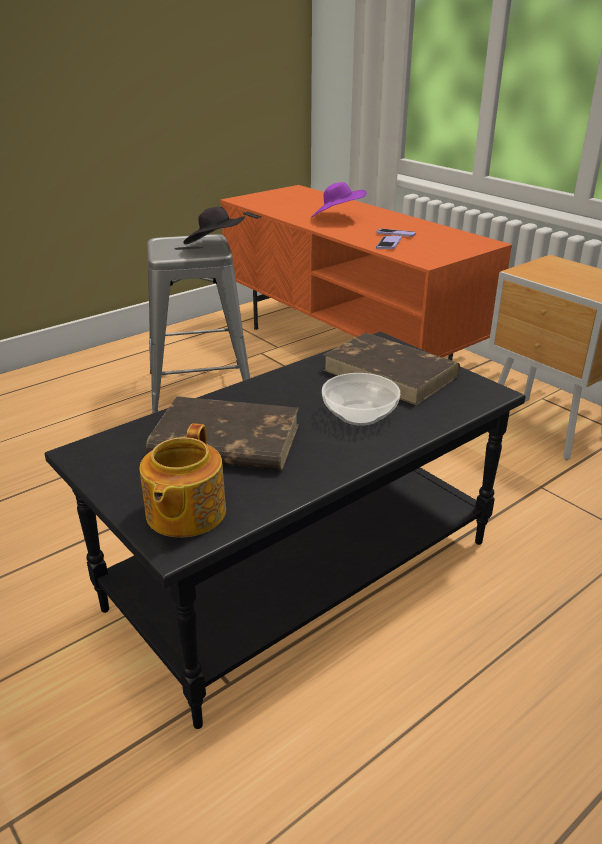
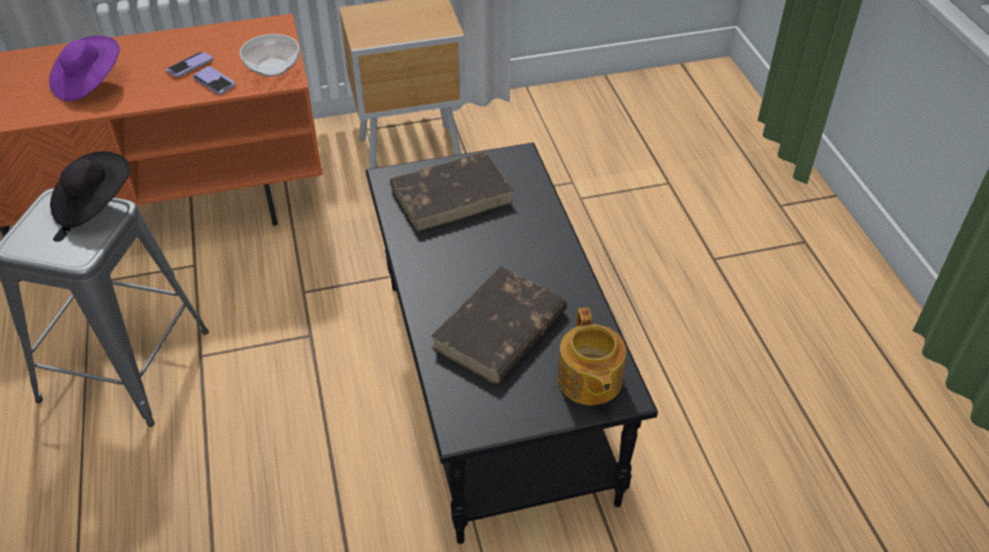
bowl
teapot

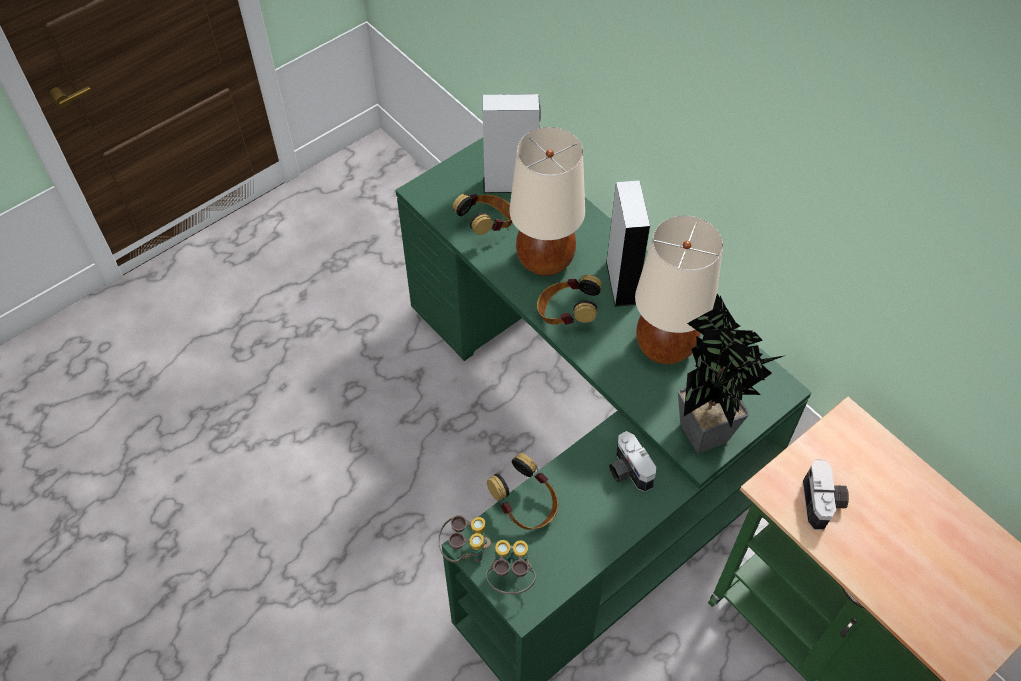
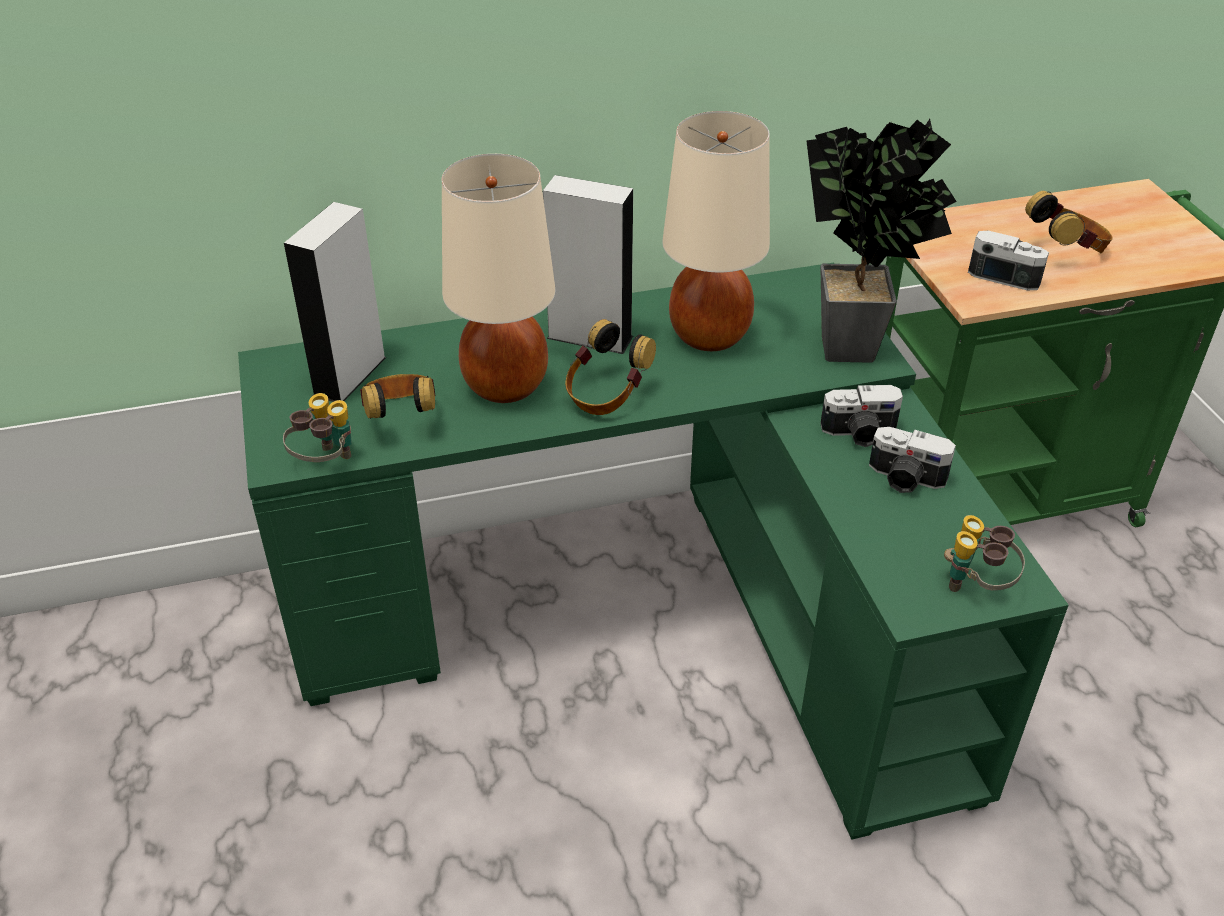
headphones (no. 3 from left)
binoculars (no. 1 from left)
photo camera (no. 2 from left)

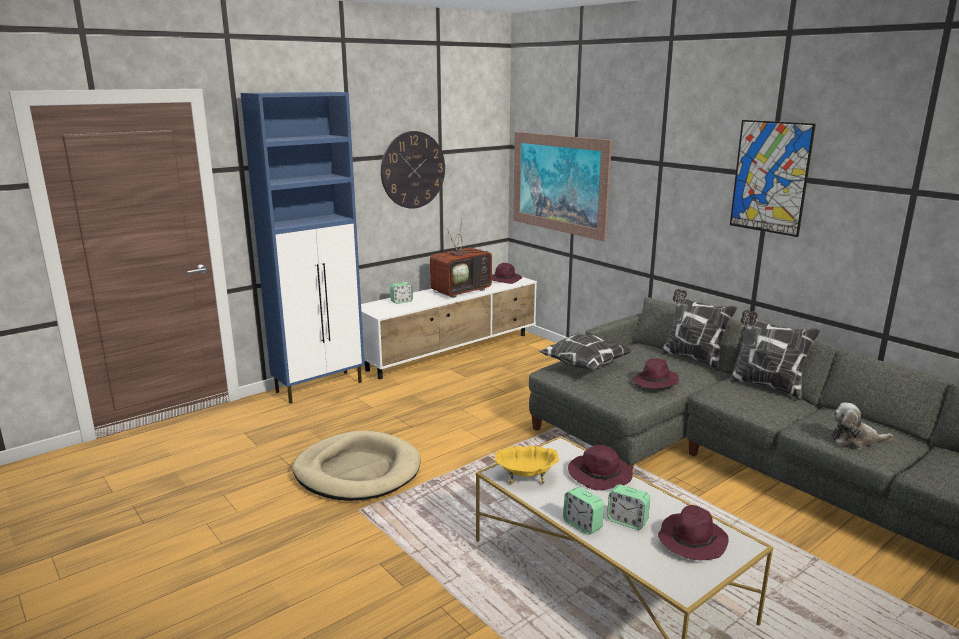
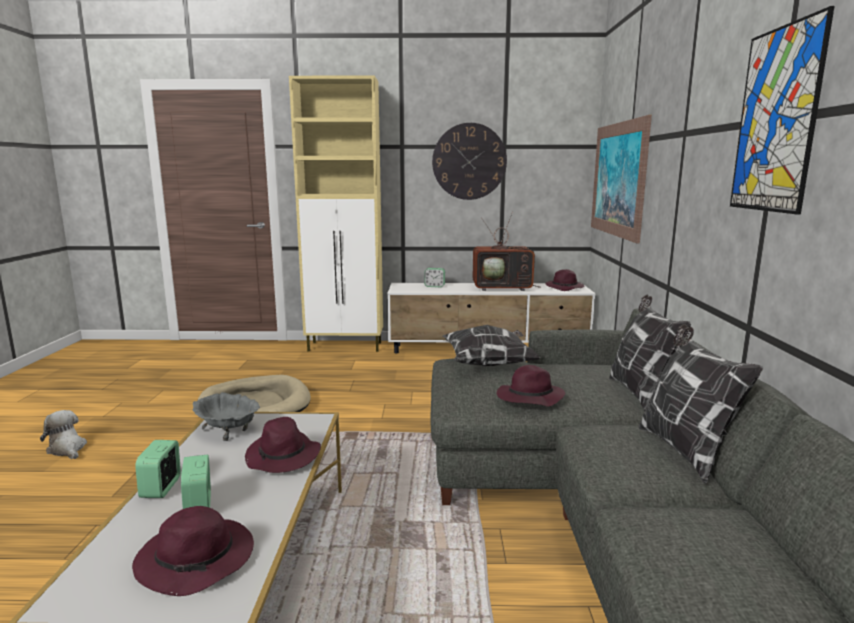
cabinet (beige)
plush toy
bowl (grey)

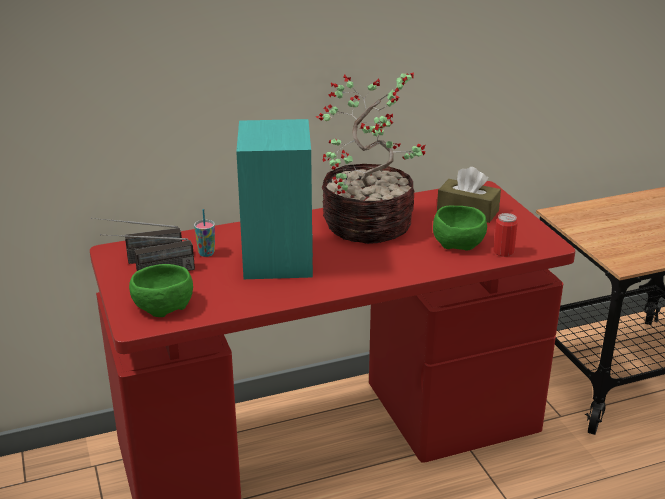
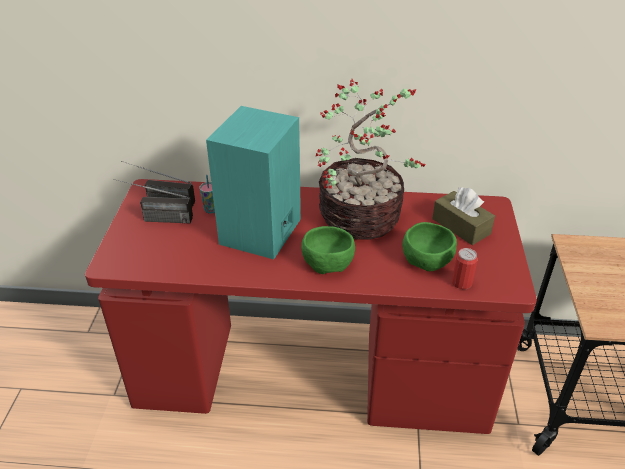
bowl (green) (no. 1 from left)

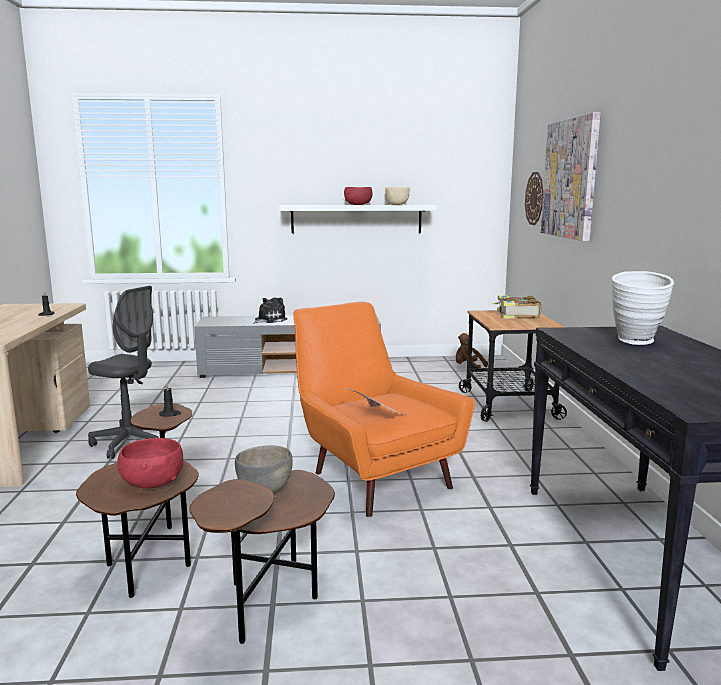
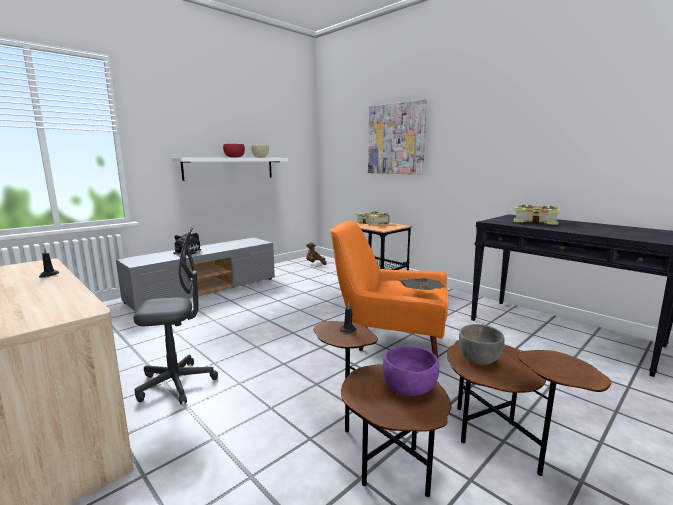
wall clock
book (no. 2 from left)
bowl (purple)

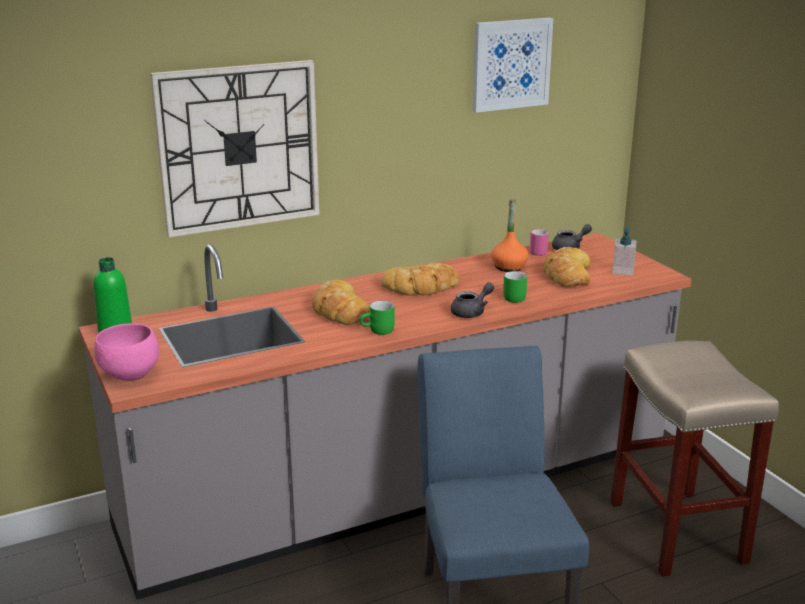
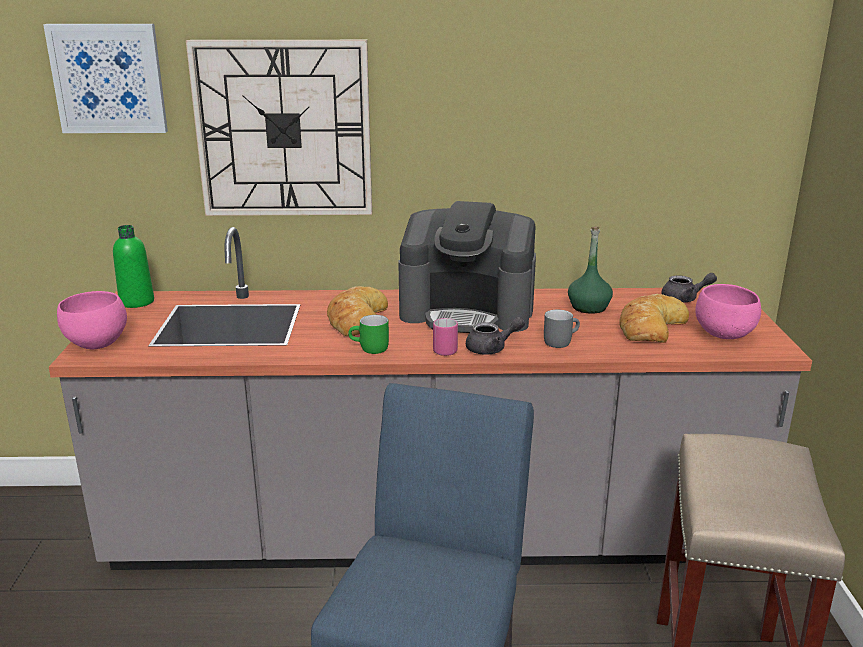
picture
bottle (green) (no. 2 from left)
bowl (pink) (no. 2 from left)
mug (pink)
coffee machine
mug (grey)

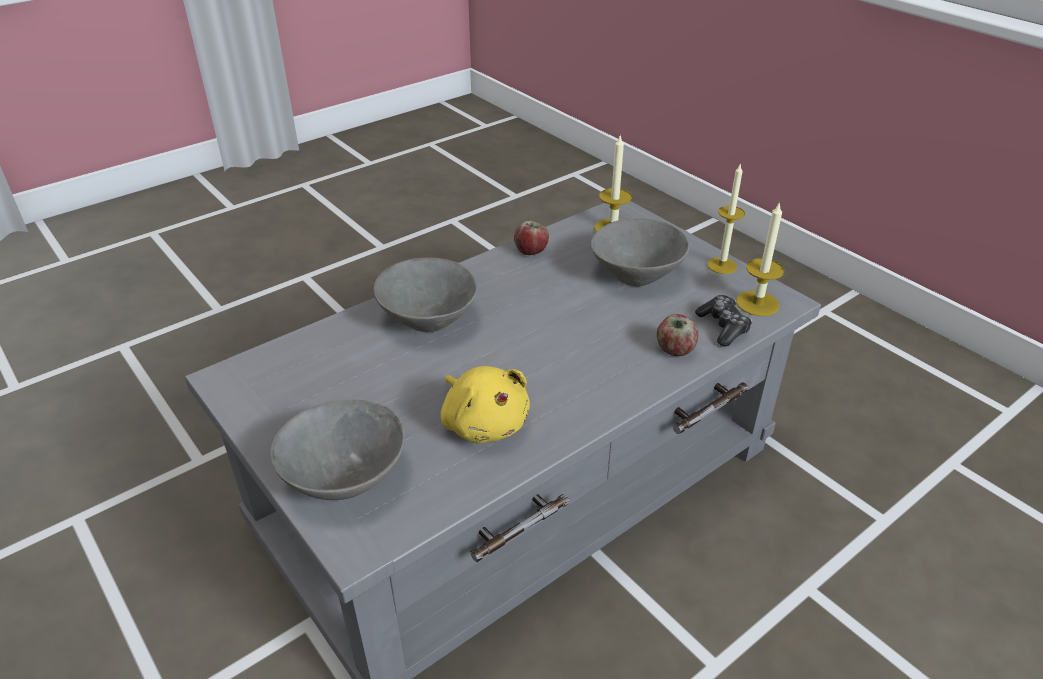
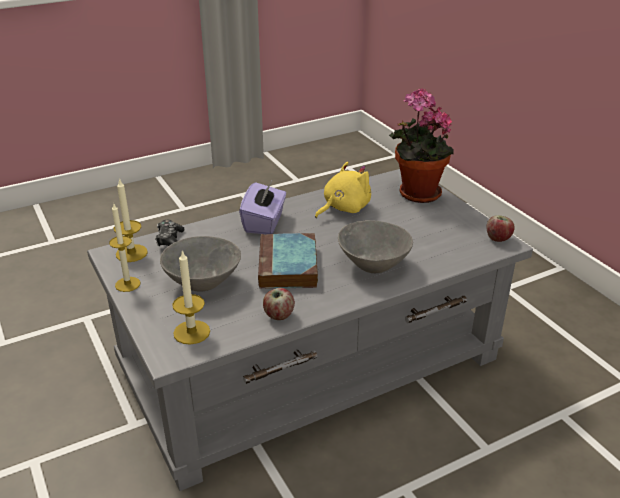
apple (no. 2 from left)
plush toy (yellow)
potted plant
tissue box (purple)
book

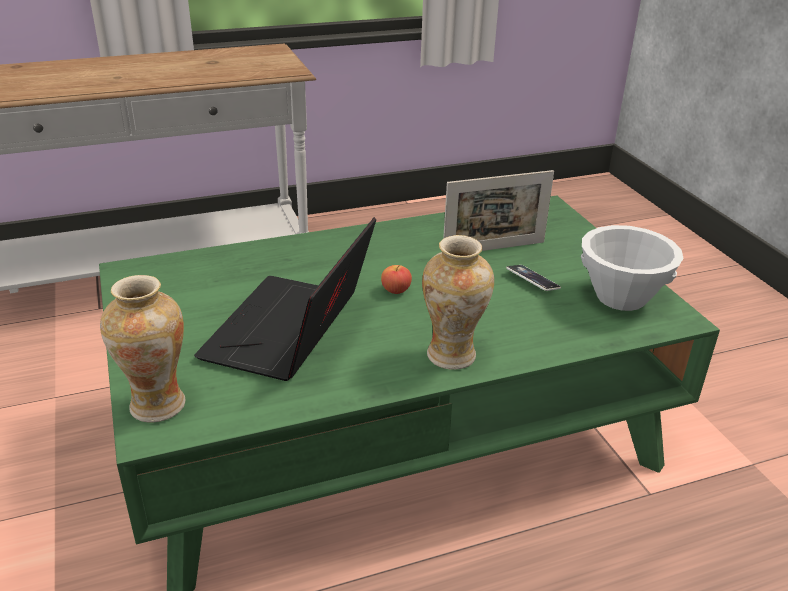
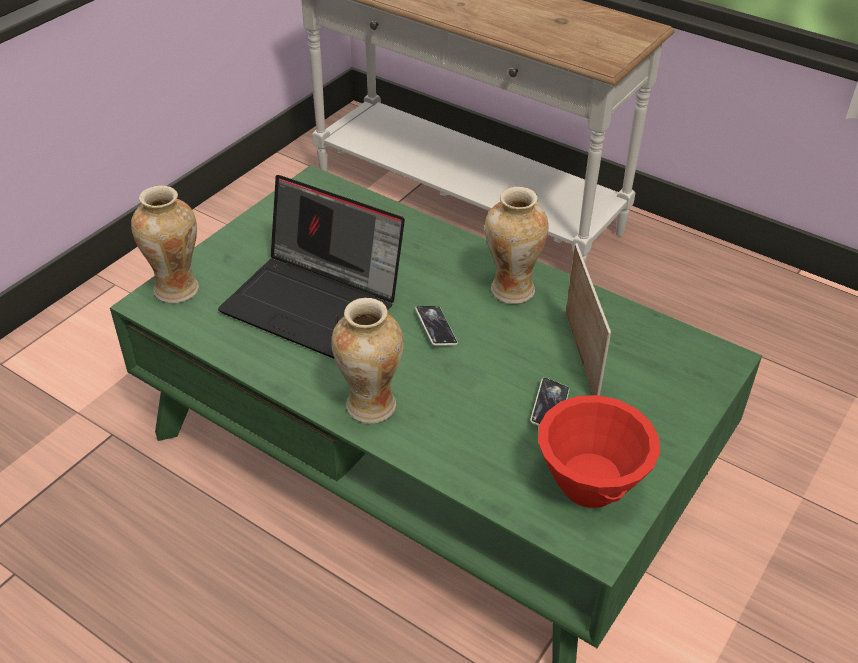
picture frame
laptop
bowl (red)
phone (no. 1 from left)
vase (no. 3 from left)

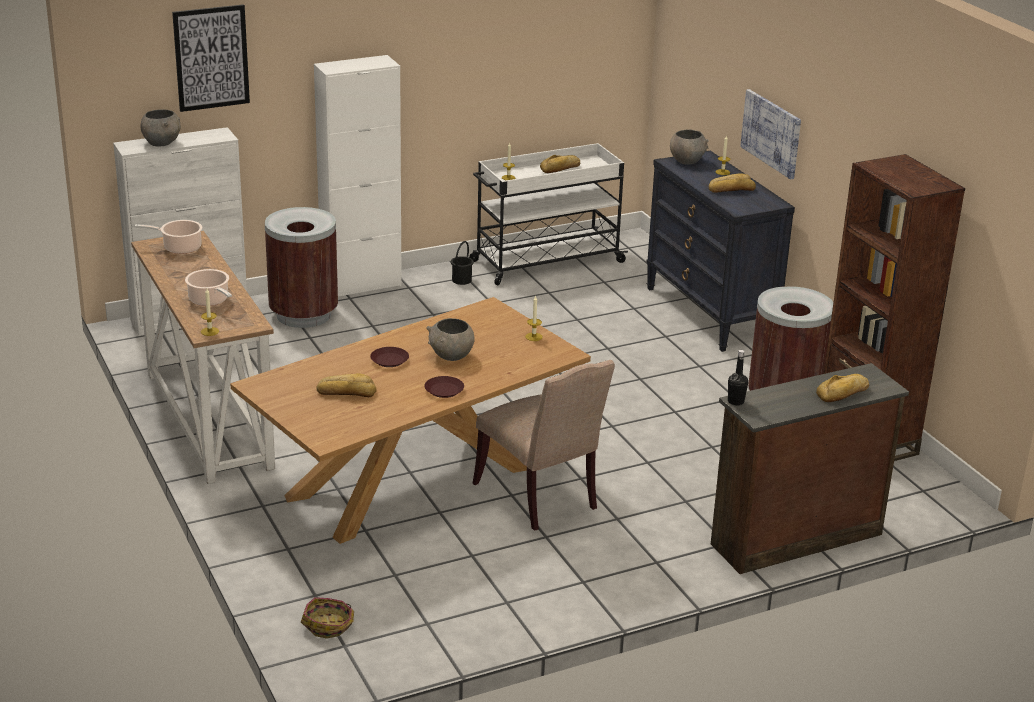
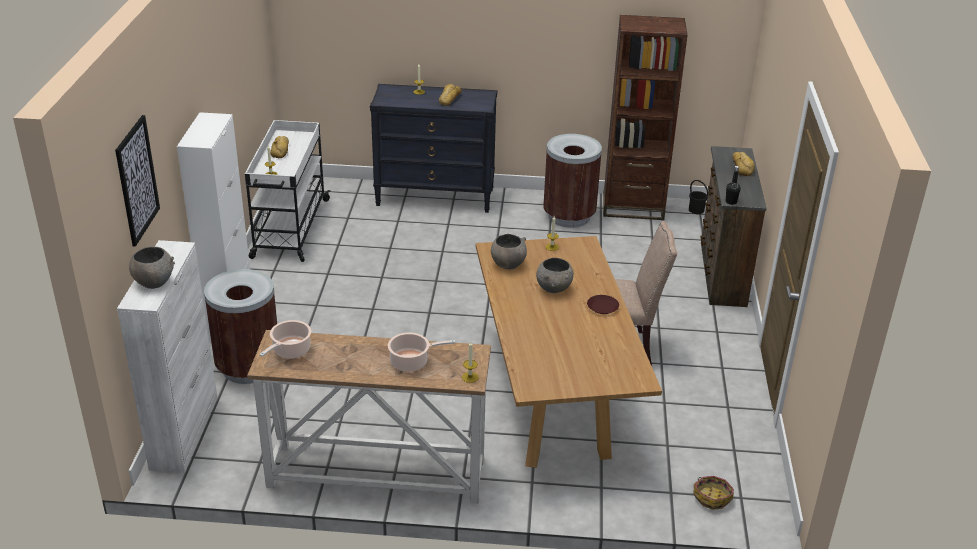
picture (no. 2 from left in the first image)
bowl (grey) (no. 2 from left)
bucket (black)
plate (brown) (no. 1 from left in the first image)
bread (no. 1 from left in the first image)

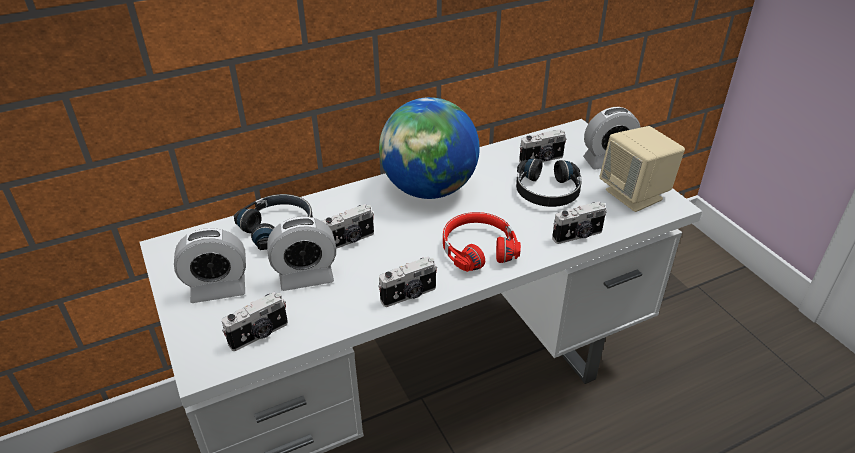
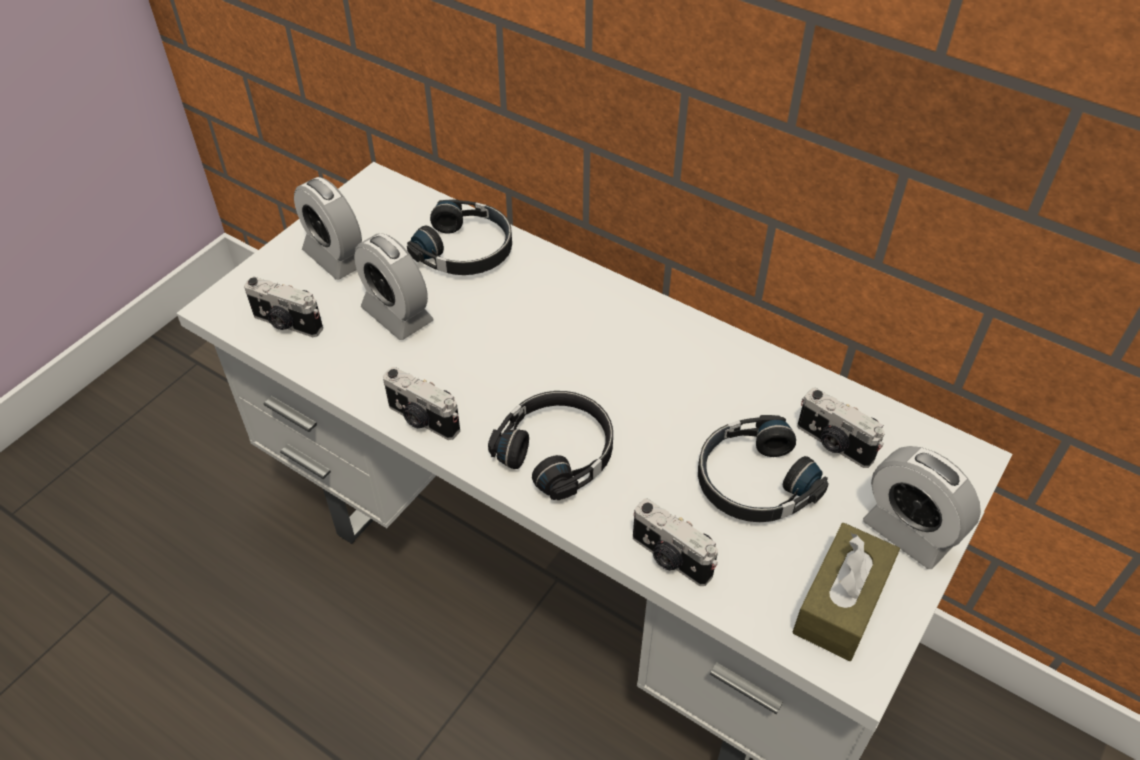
globe
tissue box (brown)
photo camera (no. 2 from left in the first image)
headphones (black) (no. 2 from left)

